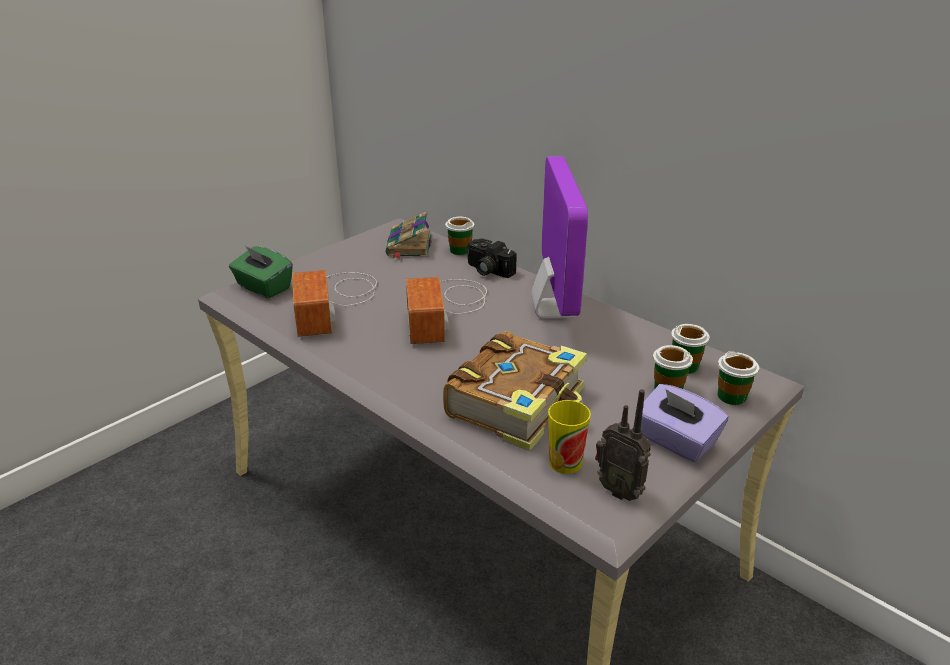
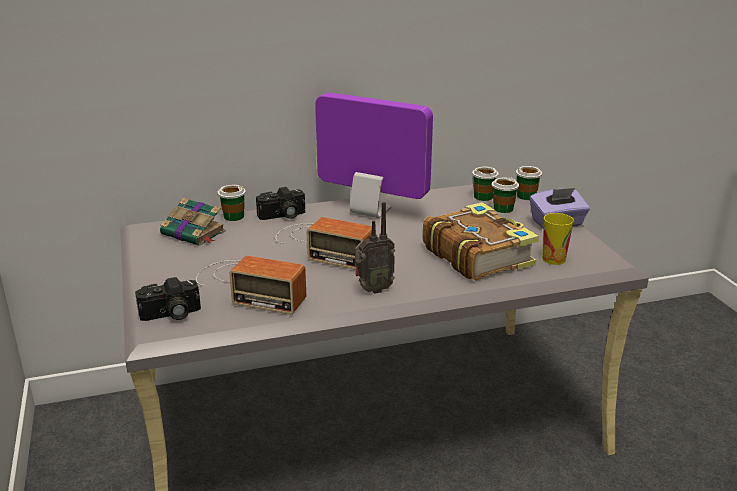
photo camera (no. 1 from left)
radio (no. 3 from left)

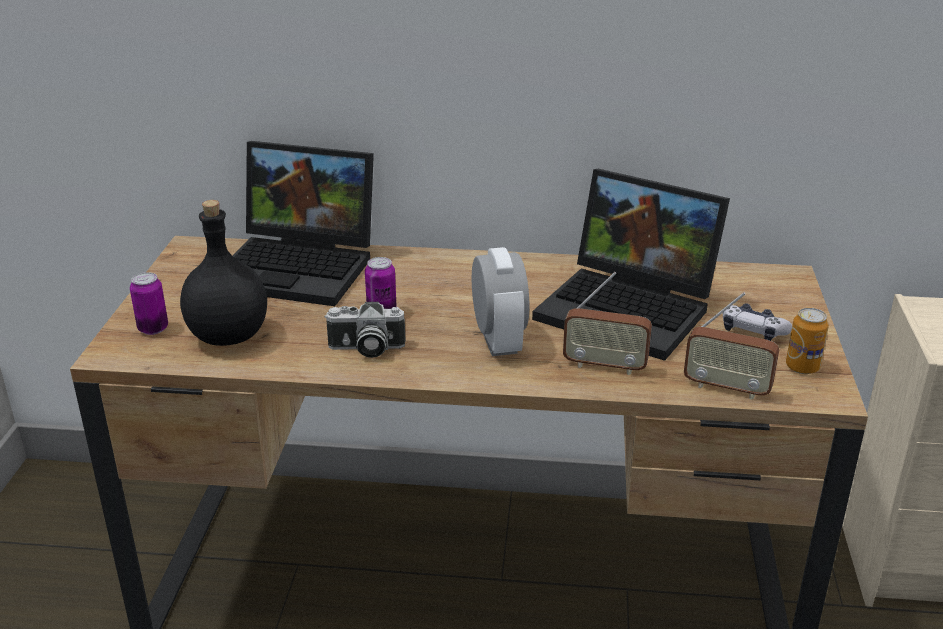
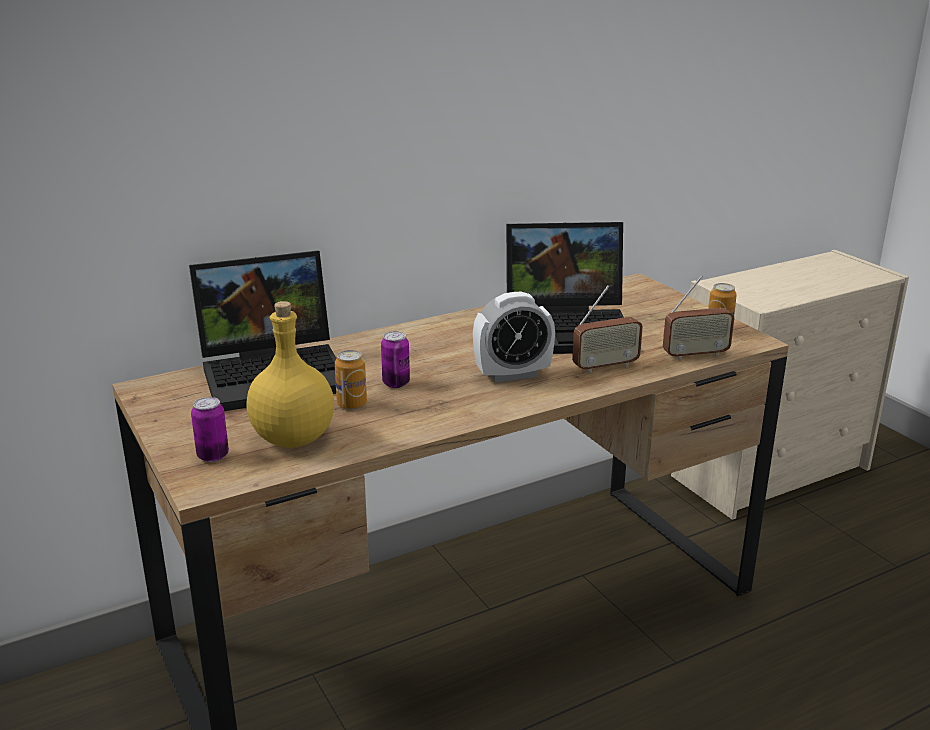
bottle (yellow)
alarm clock
photo camera
game controller
can (no. 2 from left)

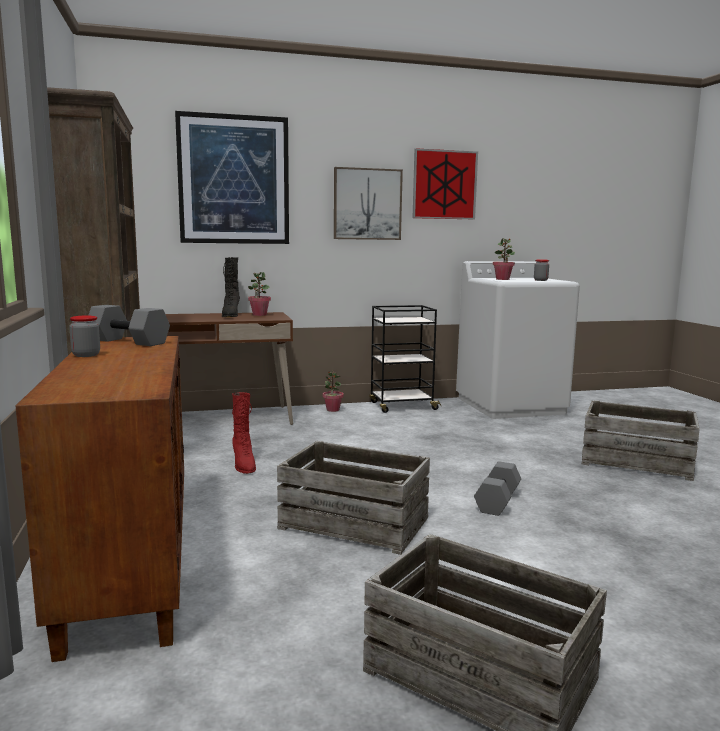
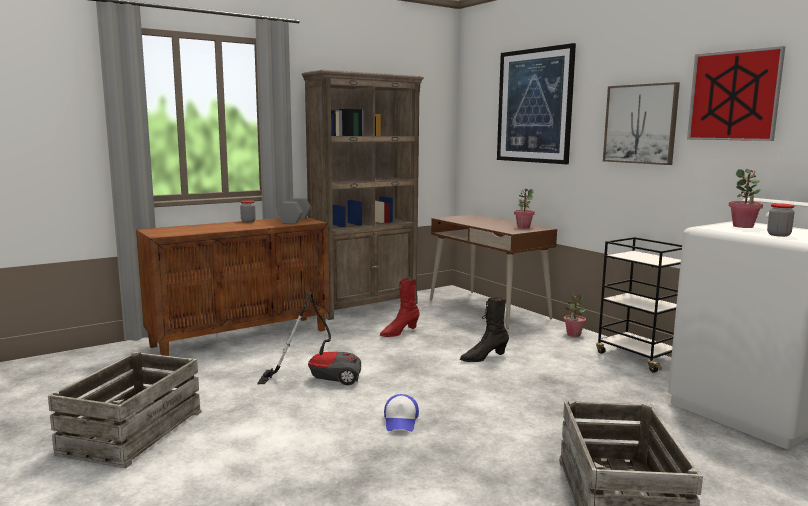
boot (black)
vacuum cleaner
cap

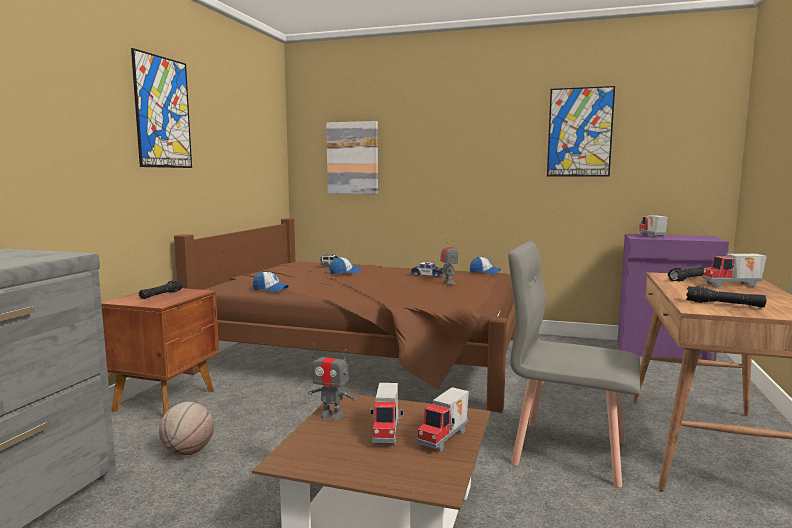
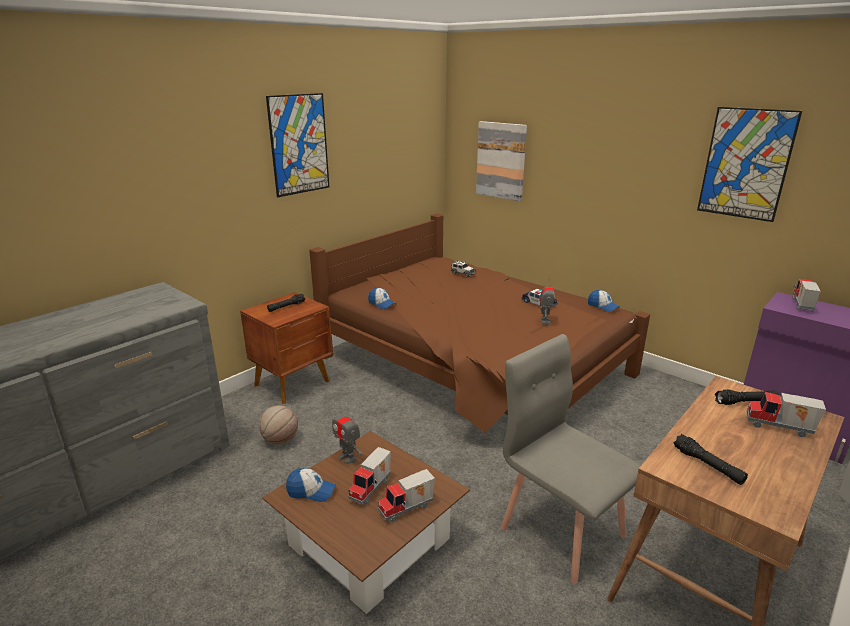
cap (no. 1 from left)

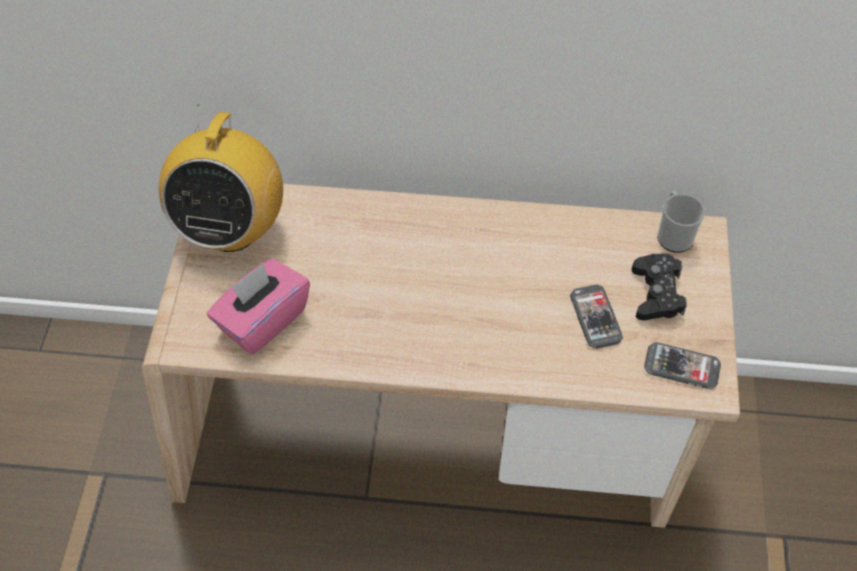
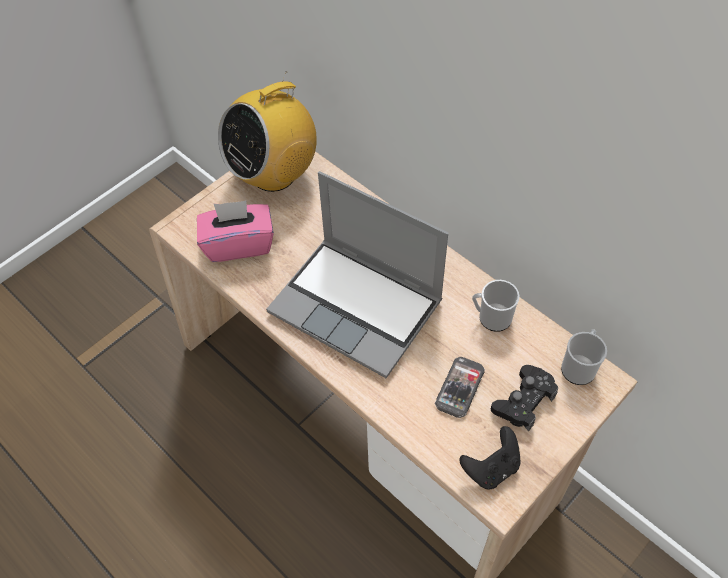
game controller (black) (no. 1 from left)
laptop
mug (no. 1 from left)

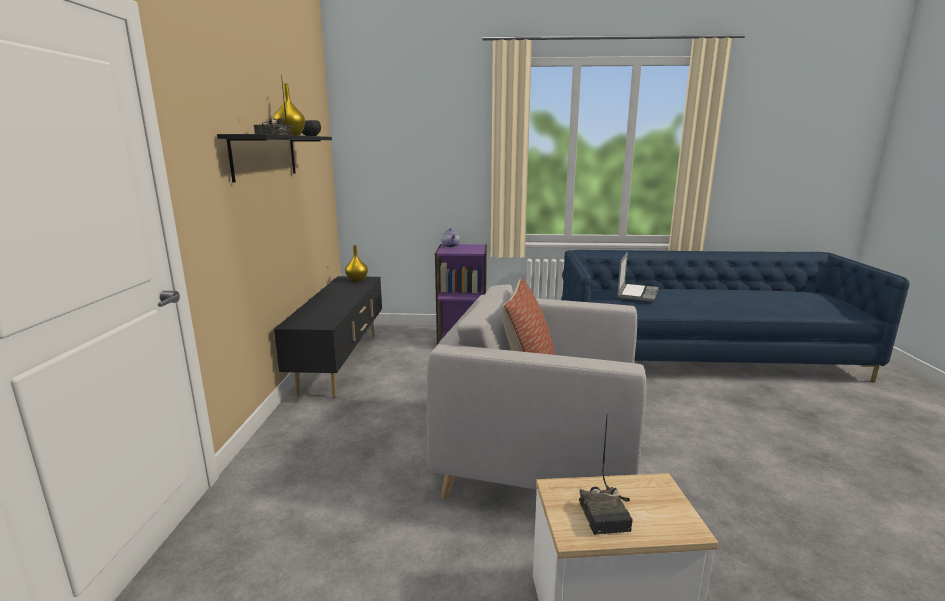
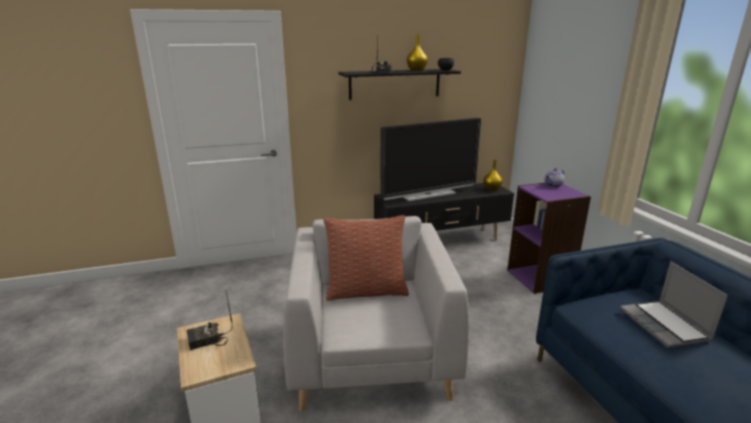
laptop
television

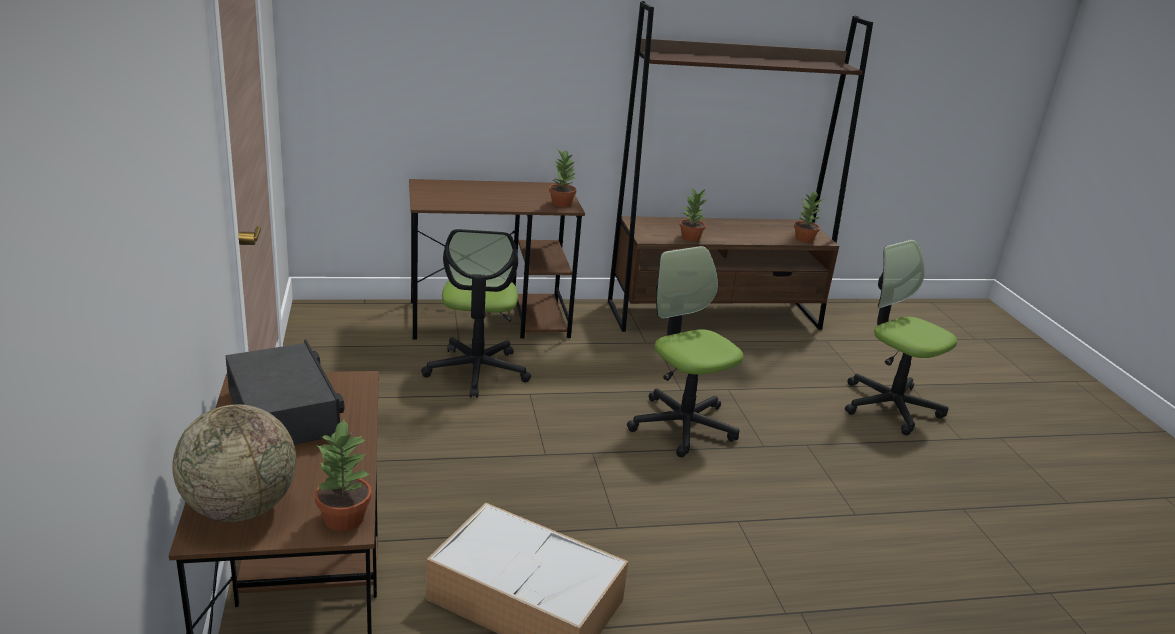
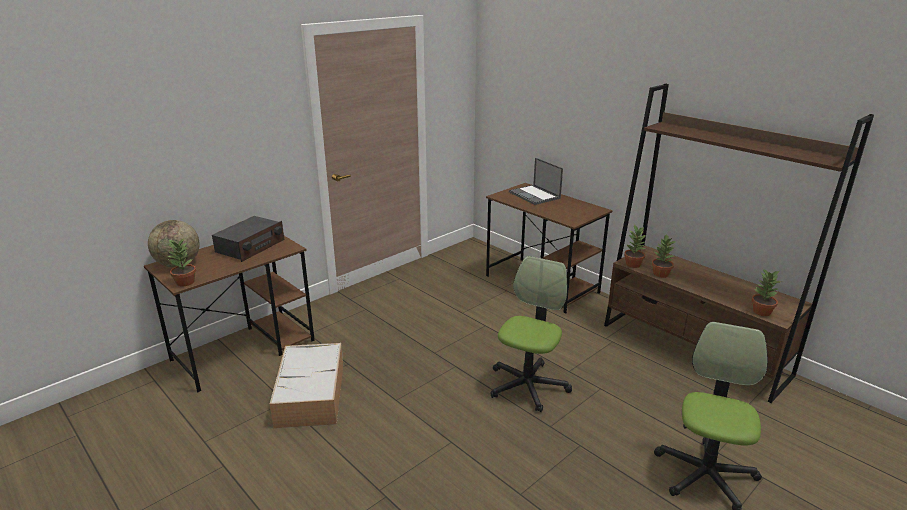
potted plant (no. 2 from left)
office chair (no. 1 from left in the first image)
laptop

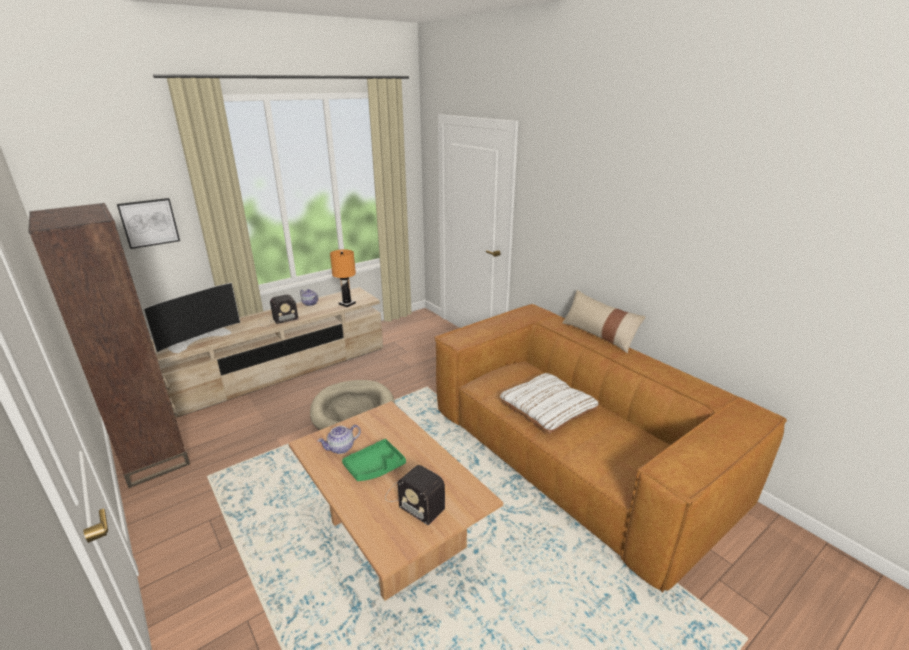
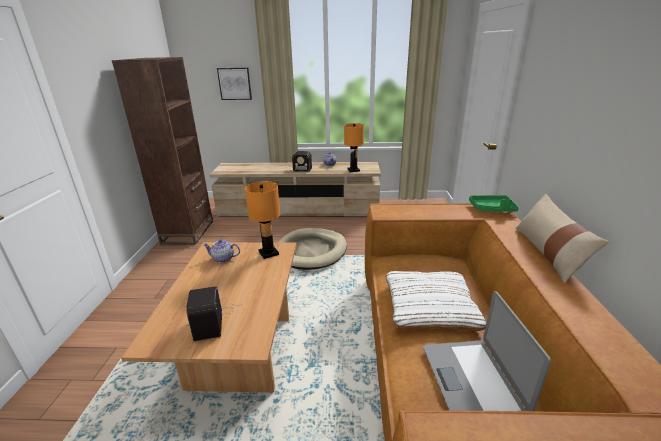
television
tray (green)
table lamp (orange) (no. 1 from left)
laptop

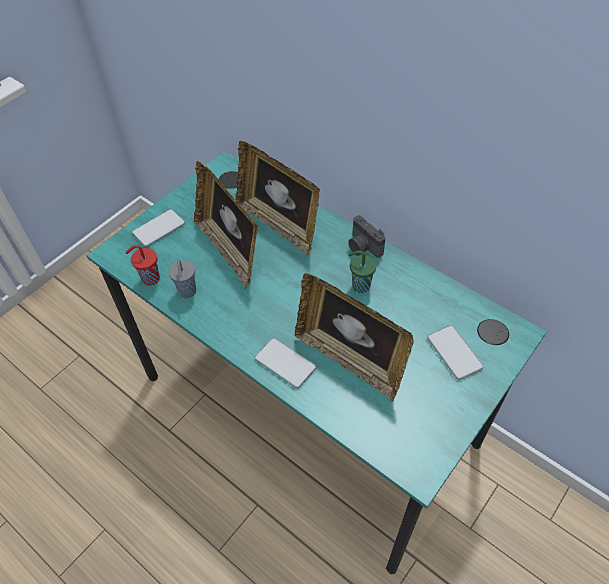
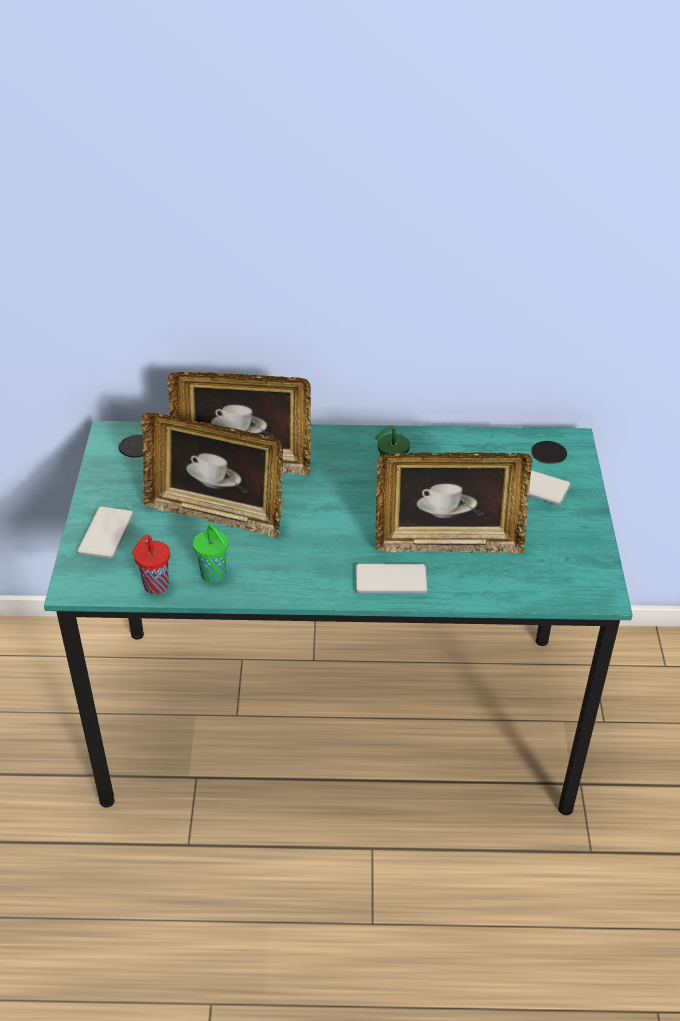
photo camera
cup (green) (no. 1 from left)

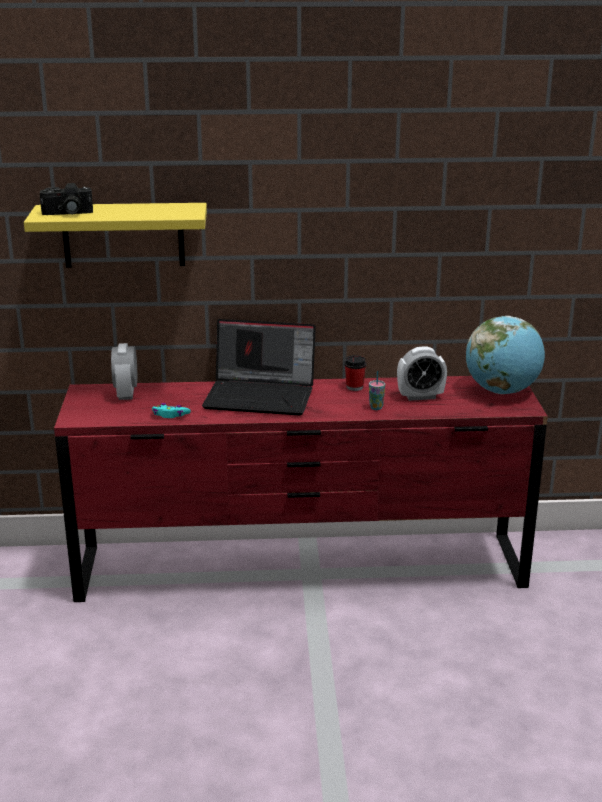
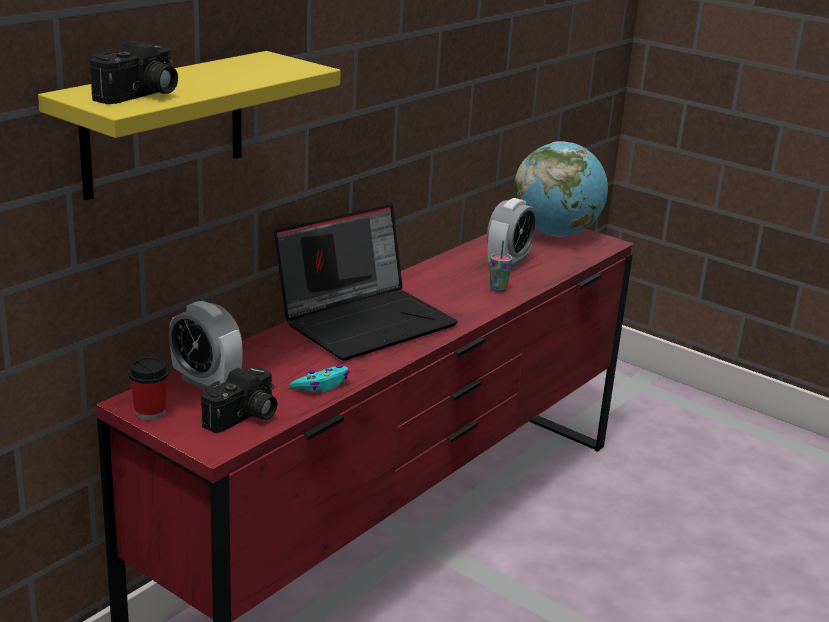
cup (no. 1 from left)
photo camera (no. 2 from left)

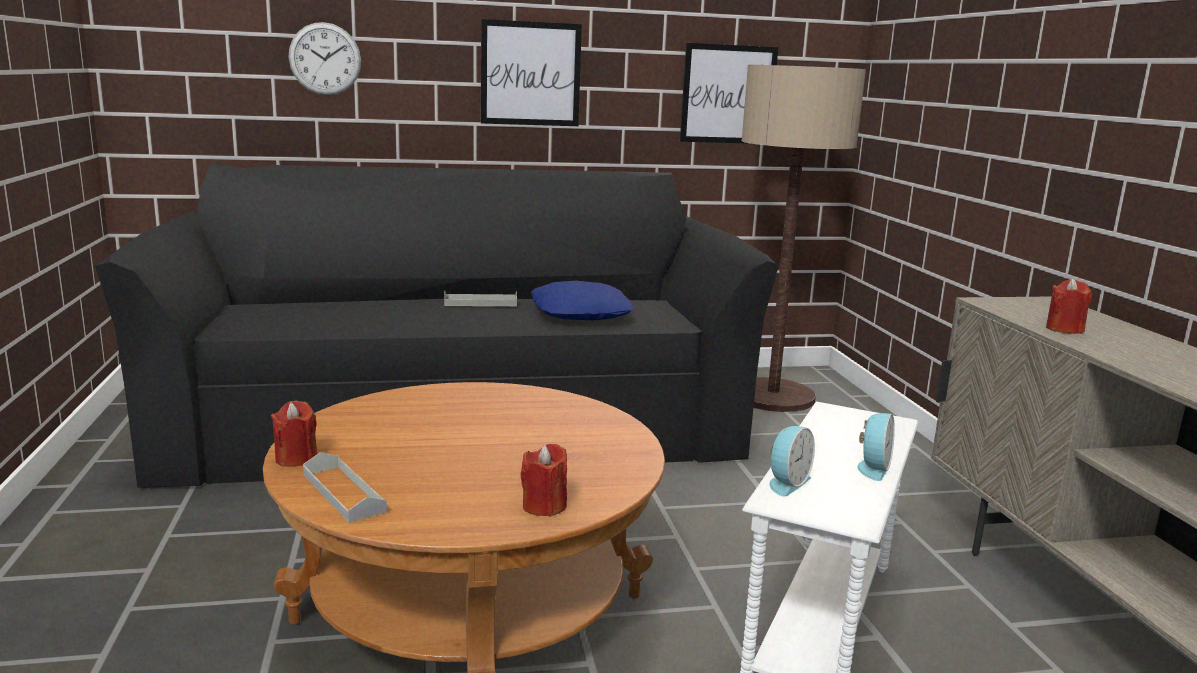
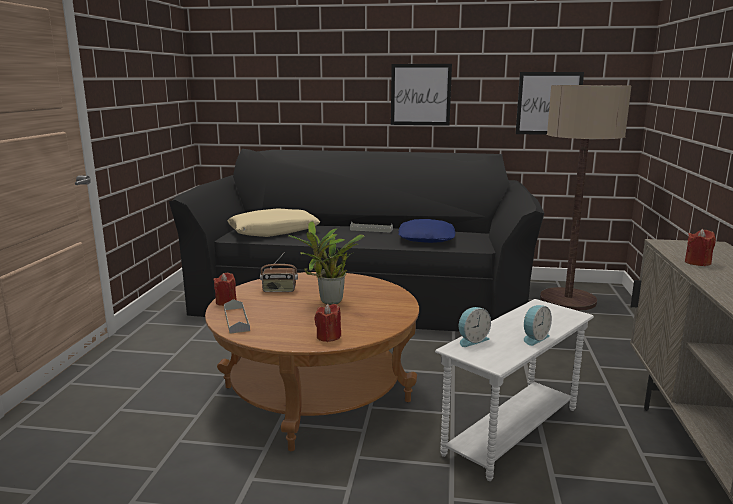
wall clock
pillow (beige)
potted plant
radio

